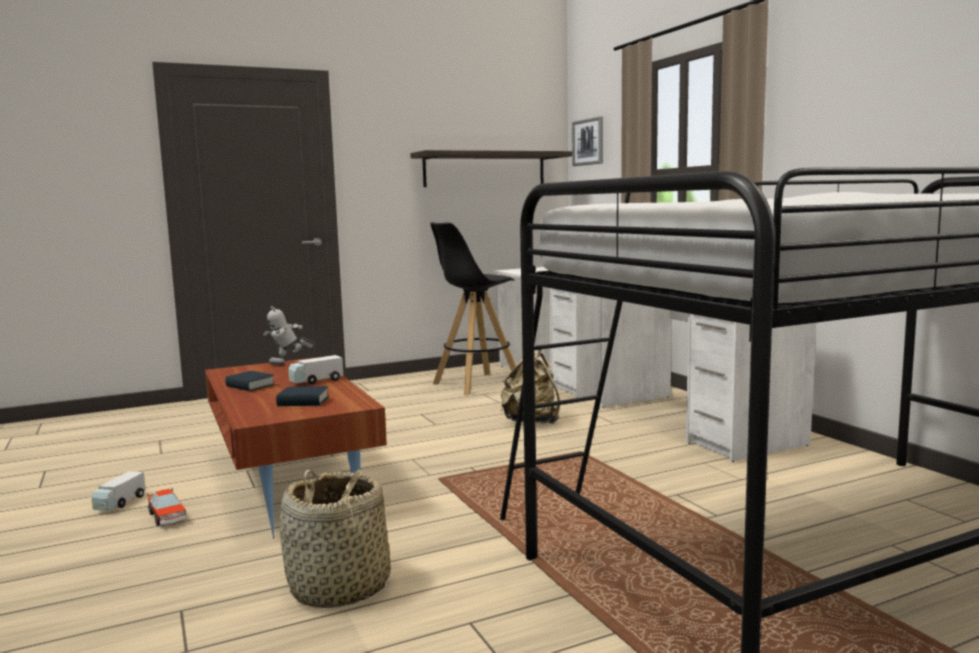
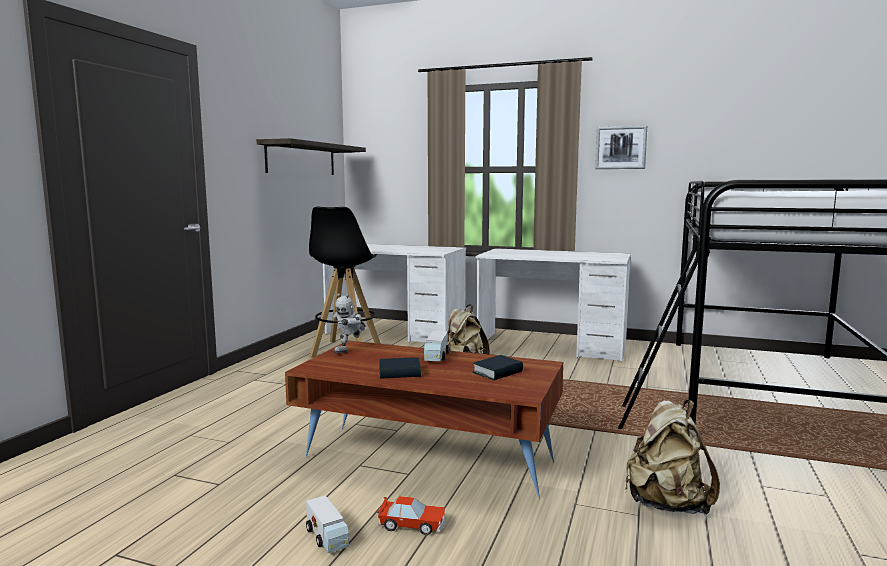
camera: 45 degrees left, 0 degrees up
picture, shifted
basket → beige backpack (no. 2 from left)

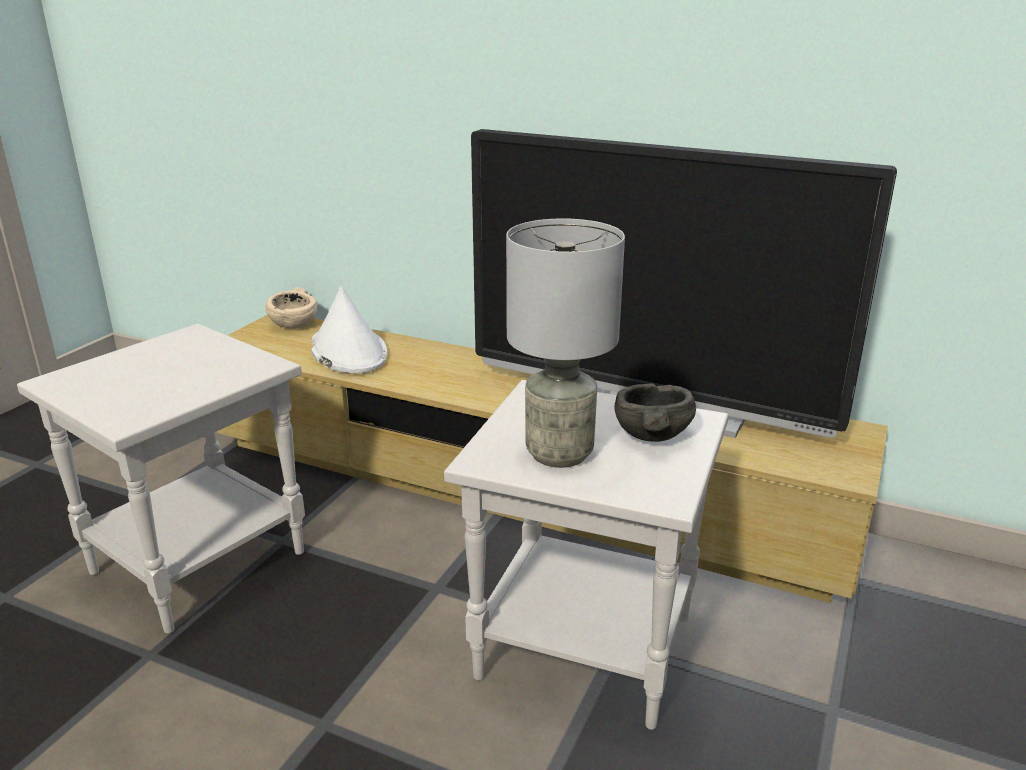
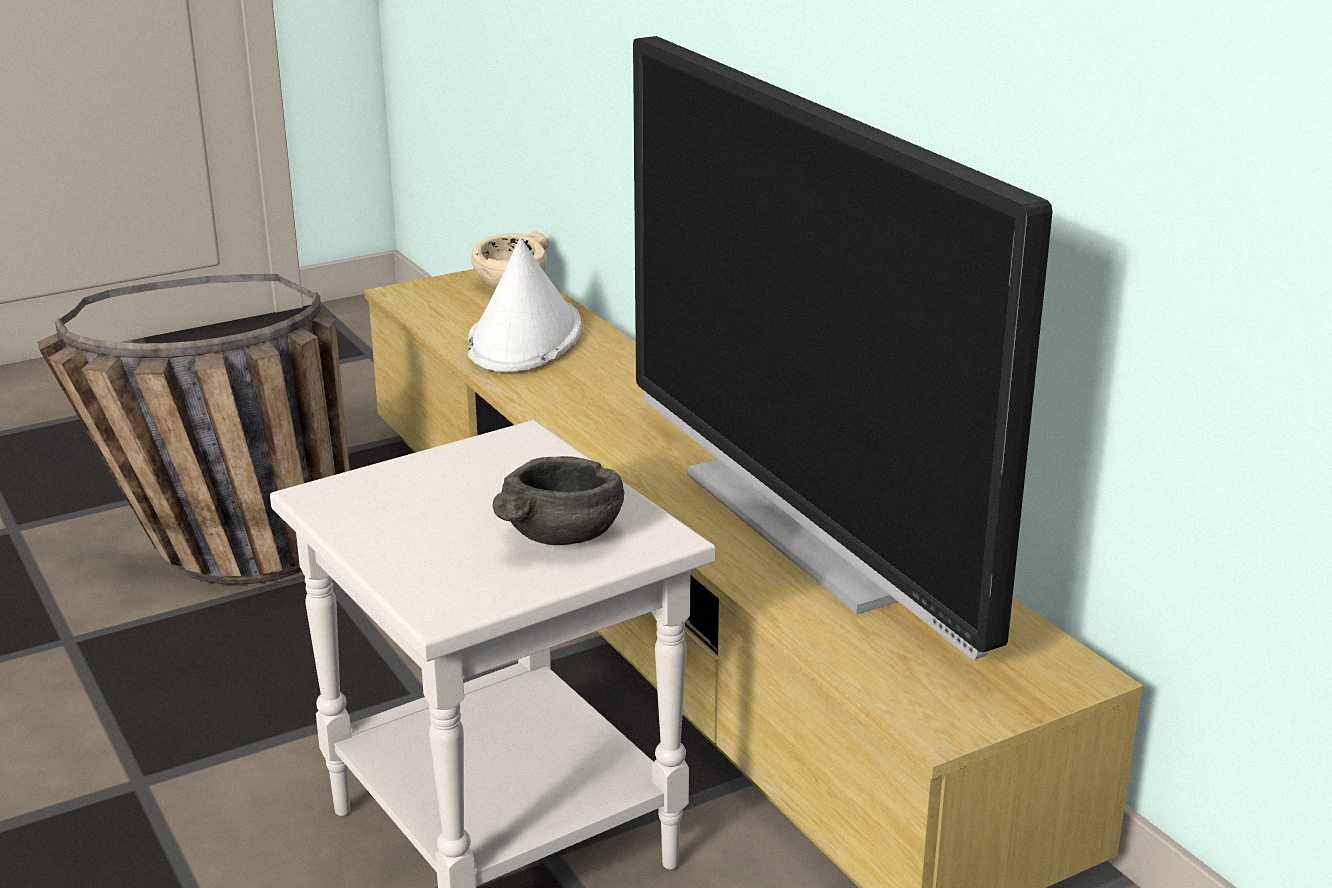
camera: 35 degrees right, 0 degrees up
grey table lamp → -
white side table (no. 1 from left) → basket

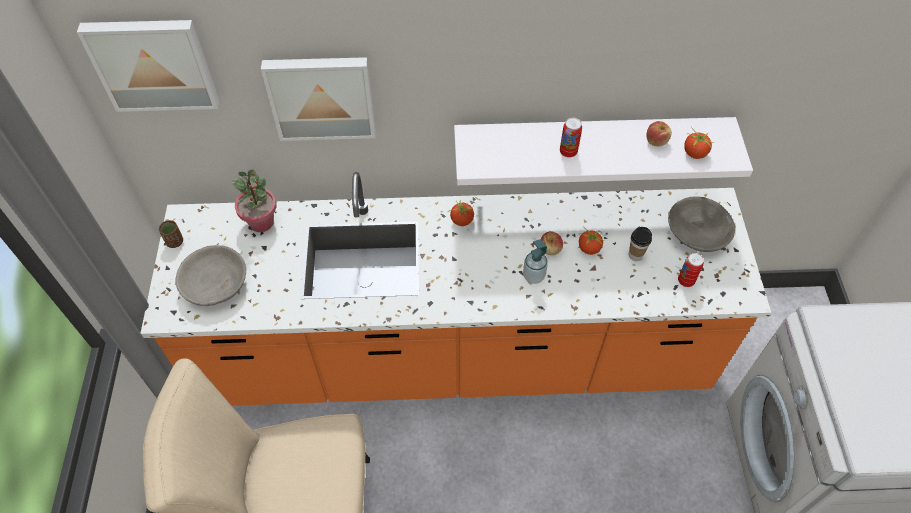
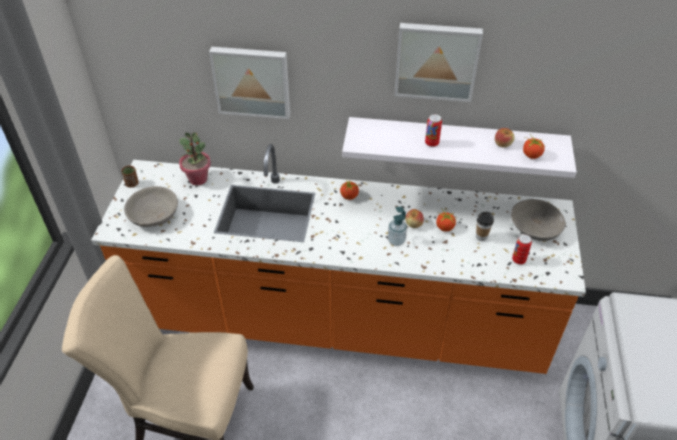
camera: 10 degrees right, 10 degrees down
picture (no. 1 from left in the first image) → picture (no. 2 from left), shifted

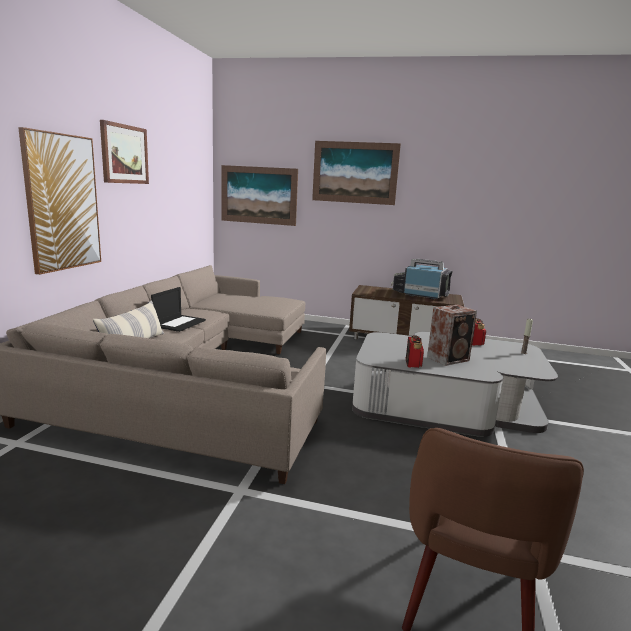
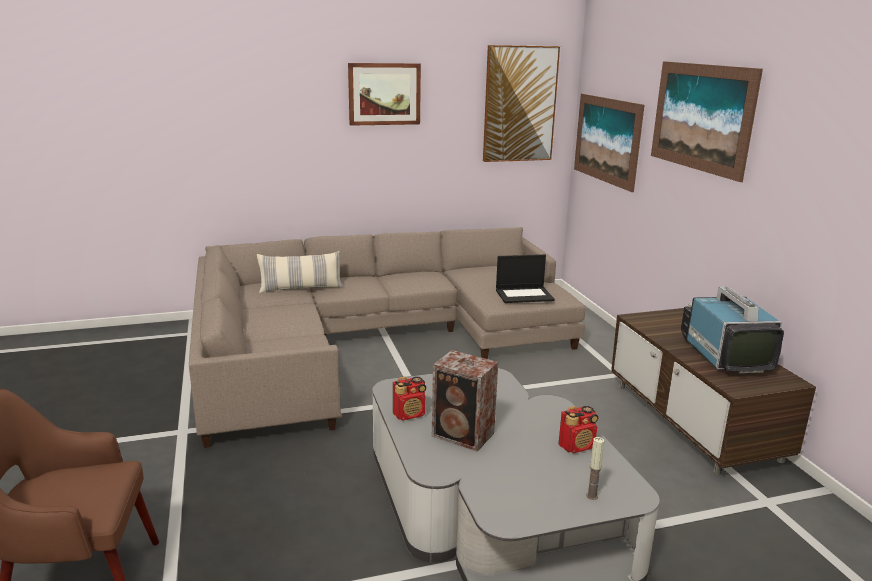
camera: 60 degrees right, 5 degrees up
picture (no. 1 from left in the first image) → picture (no. 2 from left), shifted
laptop, shifted

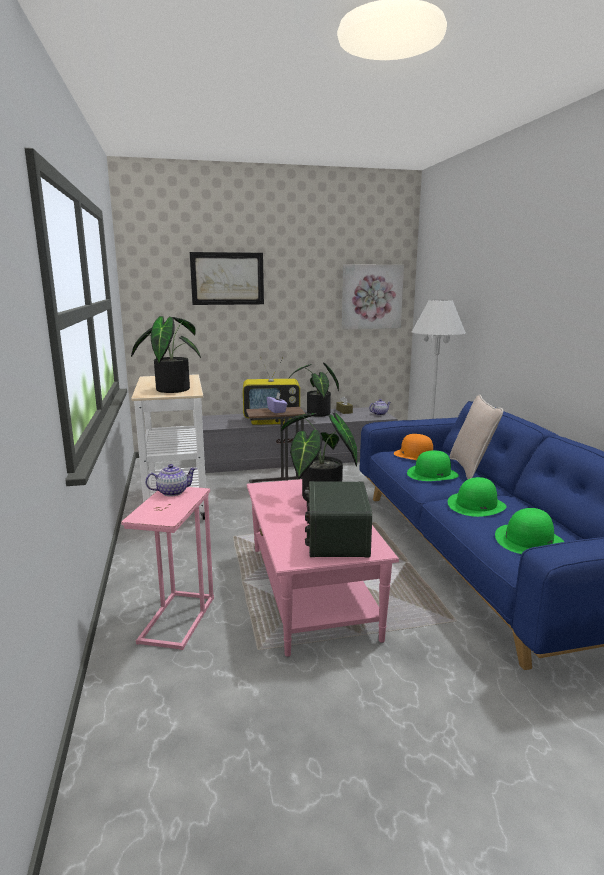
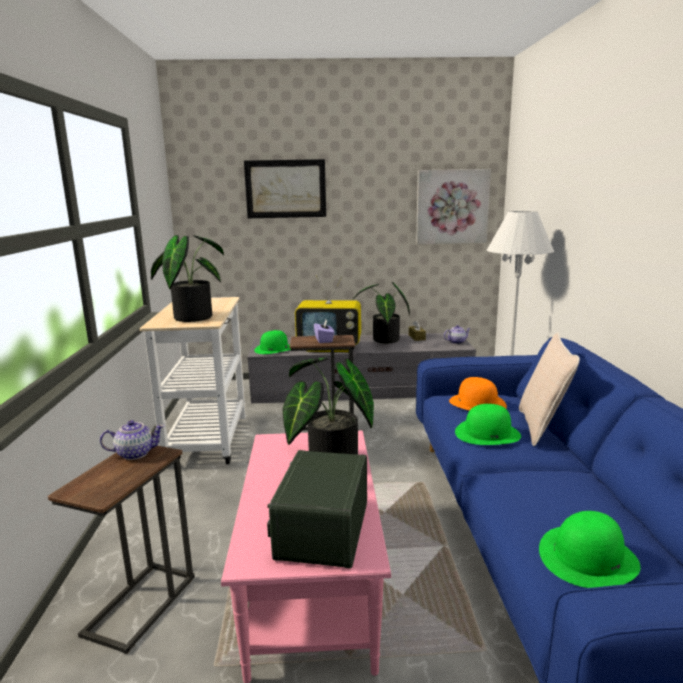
camera: 10 degrees right, 0 degrees up
green hat (no. 2 from left in the first image) → green hat (no. 1 from left), shifted
pink side table → brown side table (no. 1 from left)

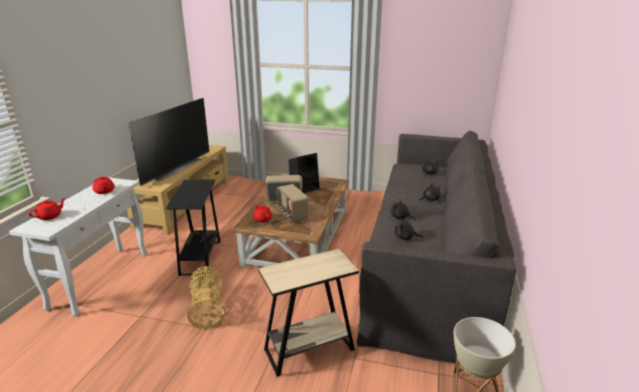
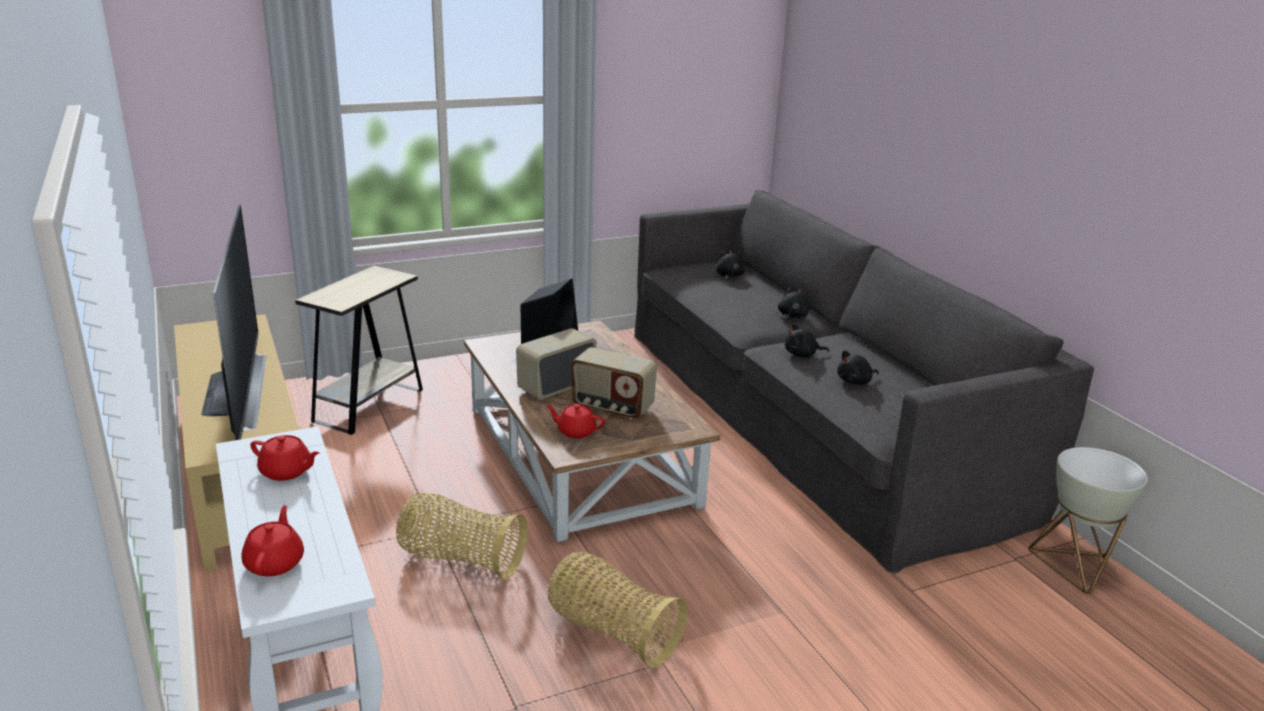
camera: 40 degrees left, 0 degrees up
black side table → basket (no. 1 from left)
beige side table, shifted

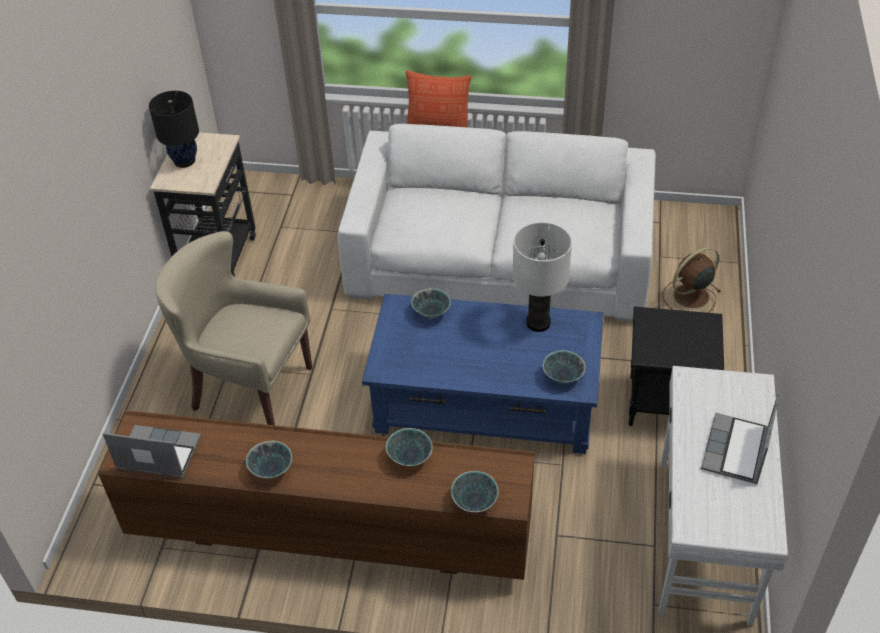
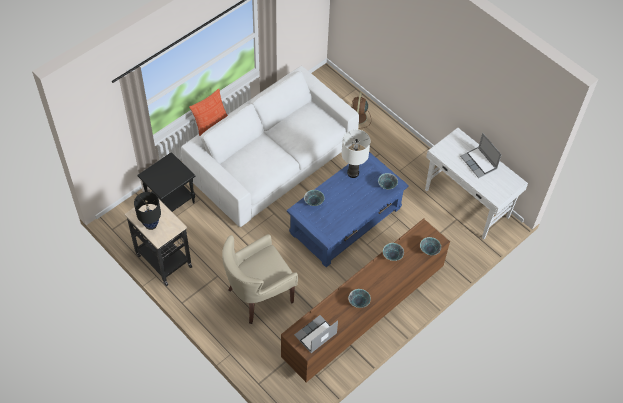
camera: 55 degrees left, 10 degrees up
black side table, shifted

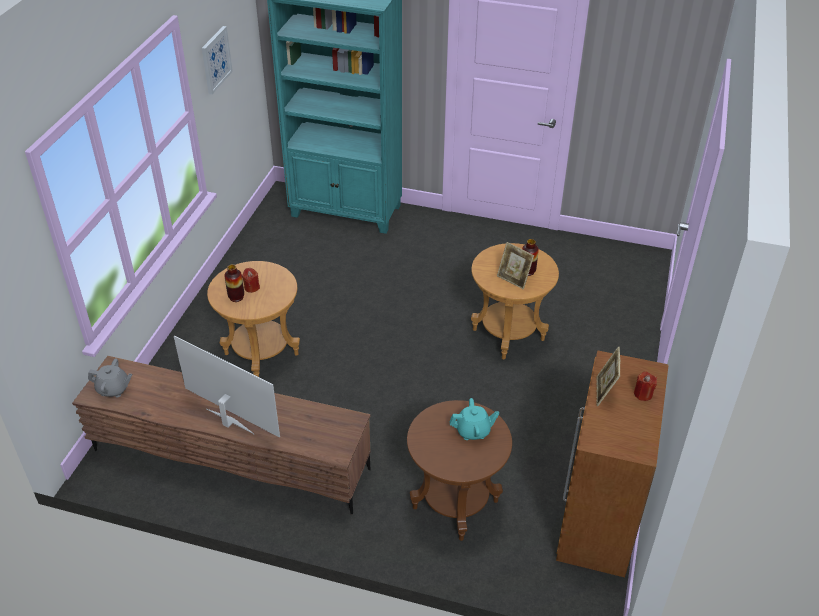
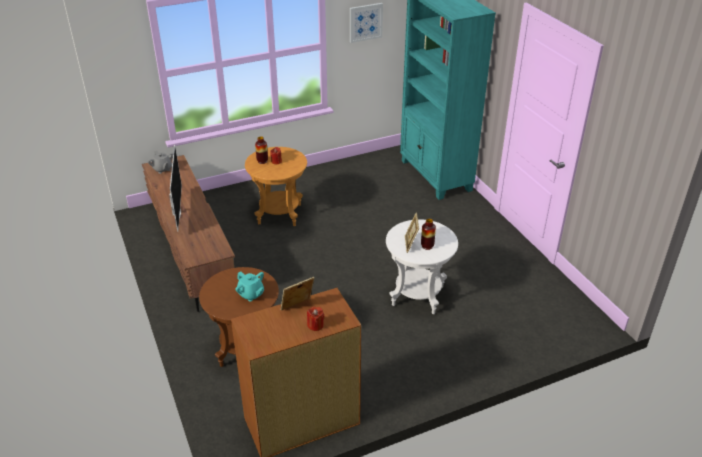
camera: 50 degrees right, 5 degrees down
brown side table (no. 3 from left) → white side table

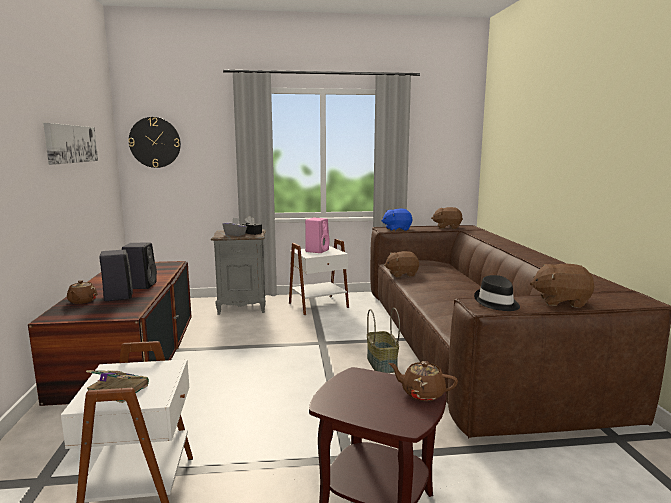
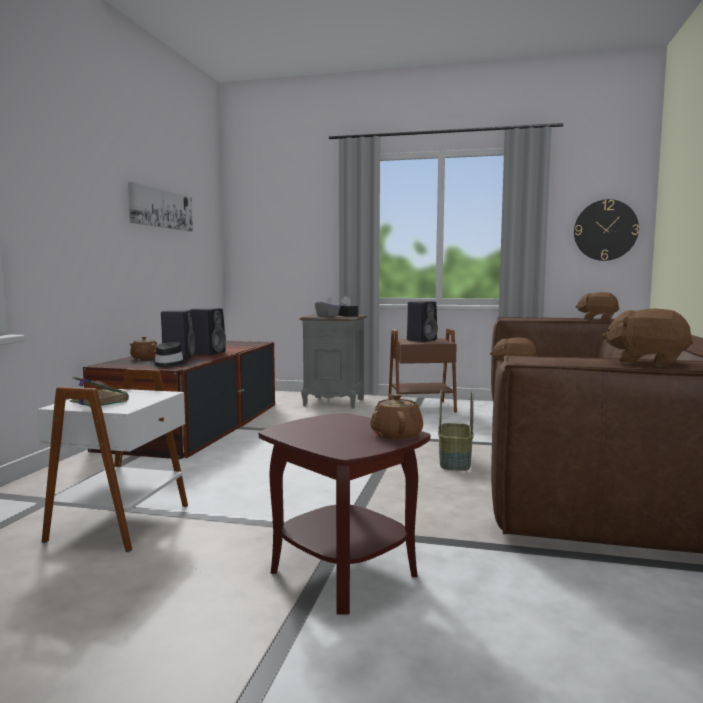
camera: 20 degrees right, 5 degrees down
wall clock, shifted
blue plush toy → -
pink speaker → black speaker (no. 3 from left)
white side table (no. 2 from left) → brown side table (no. 2 from left)
black hat, shifted
brown teapot (no. 2 from left), 45 degrees clockwise

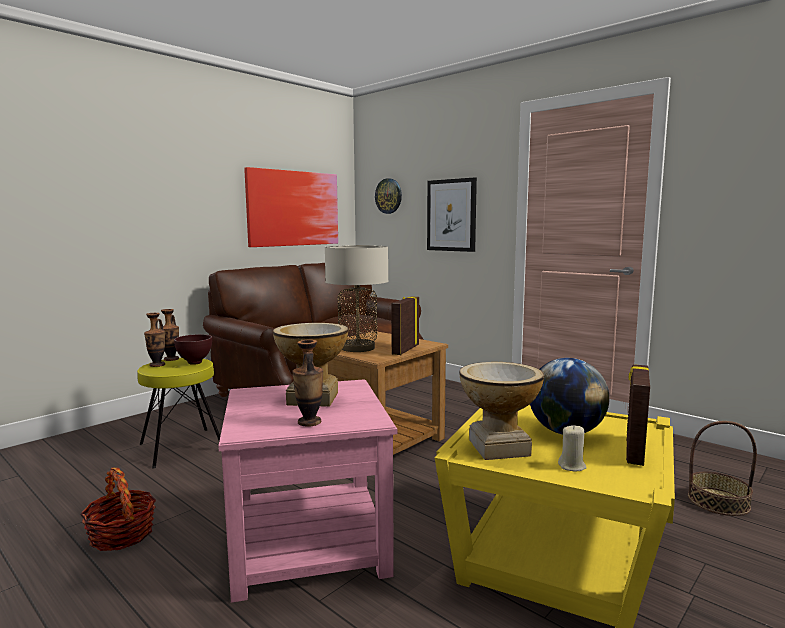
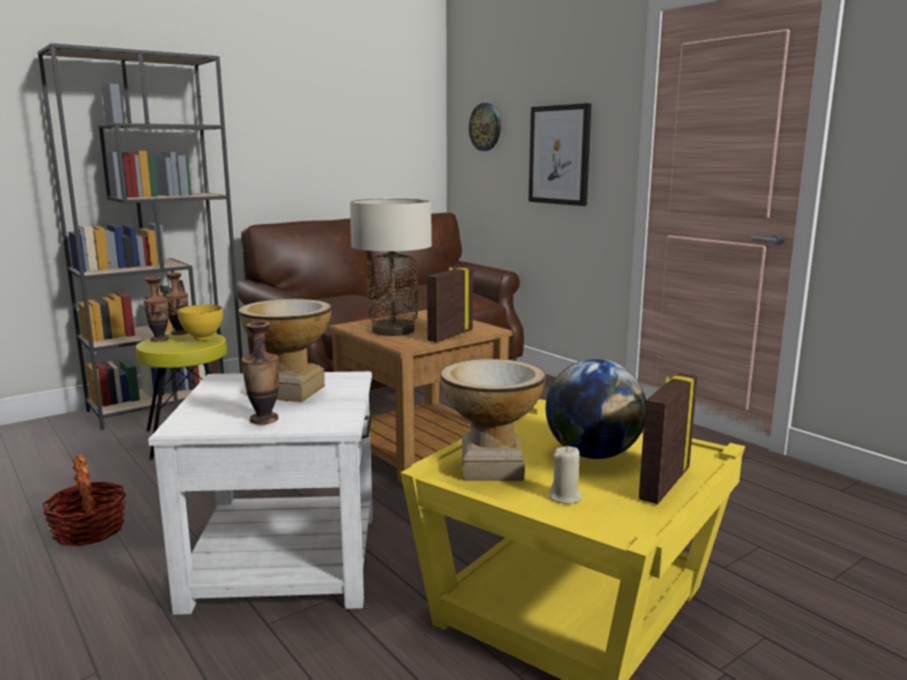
camera: 10 degrees right, 5 degrees up
picture (no. 1 from left) → -
brown bowl → yellow bowl
pink side table → white side table
basket (no. 2 from left) → -
- → bookcase

